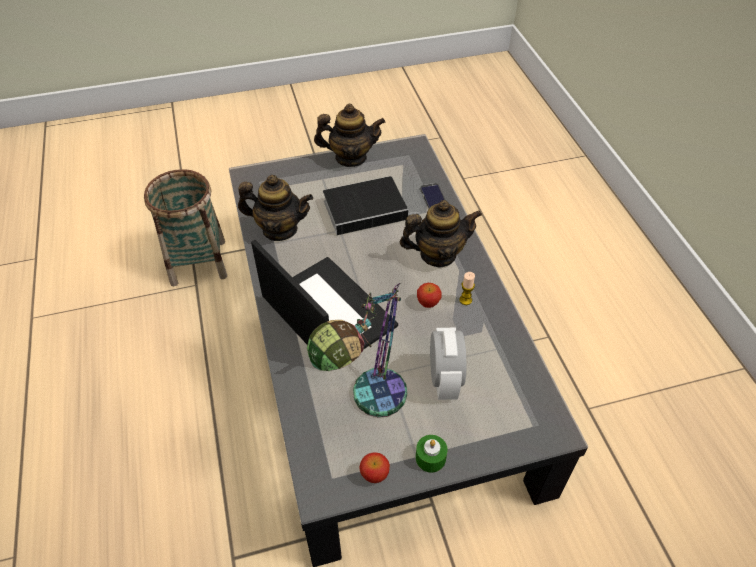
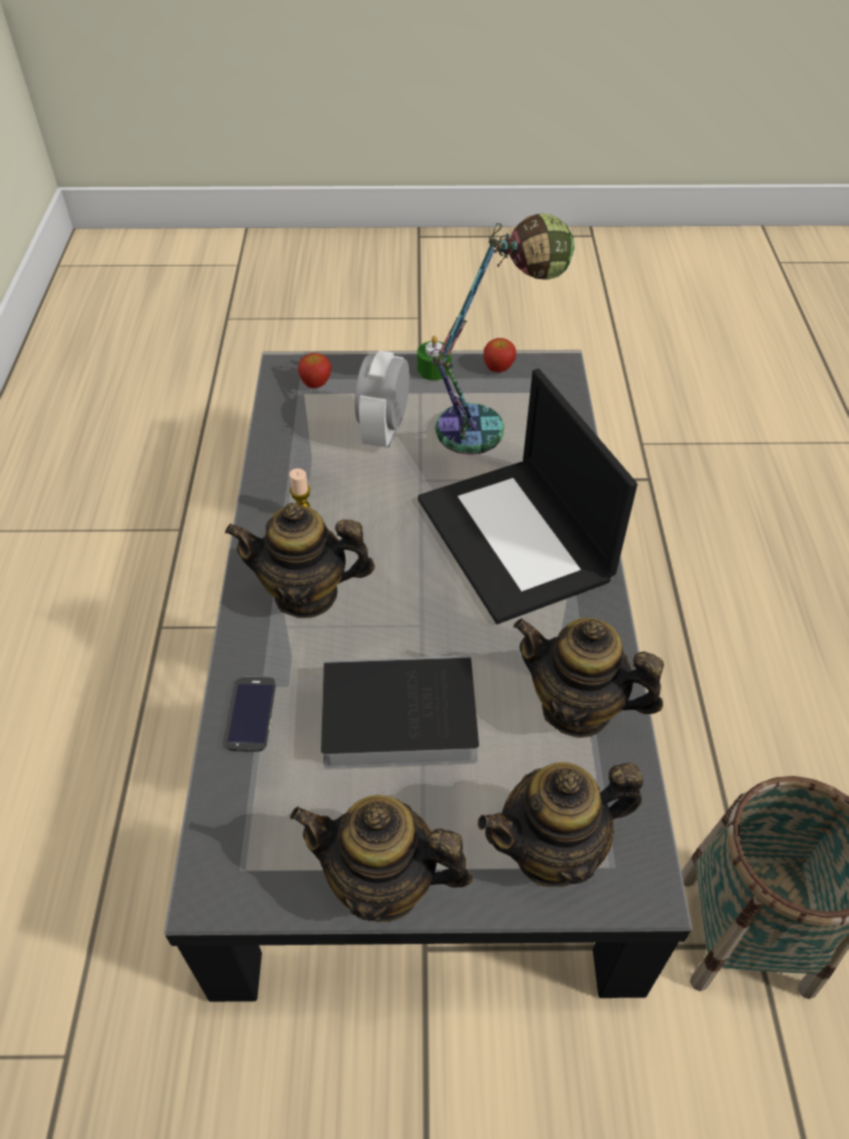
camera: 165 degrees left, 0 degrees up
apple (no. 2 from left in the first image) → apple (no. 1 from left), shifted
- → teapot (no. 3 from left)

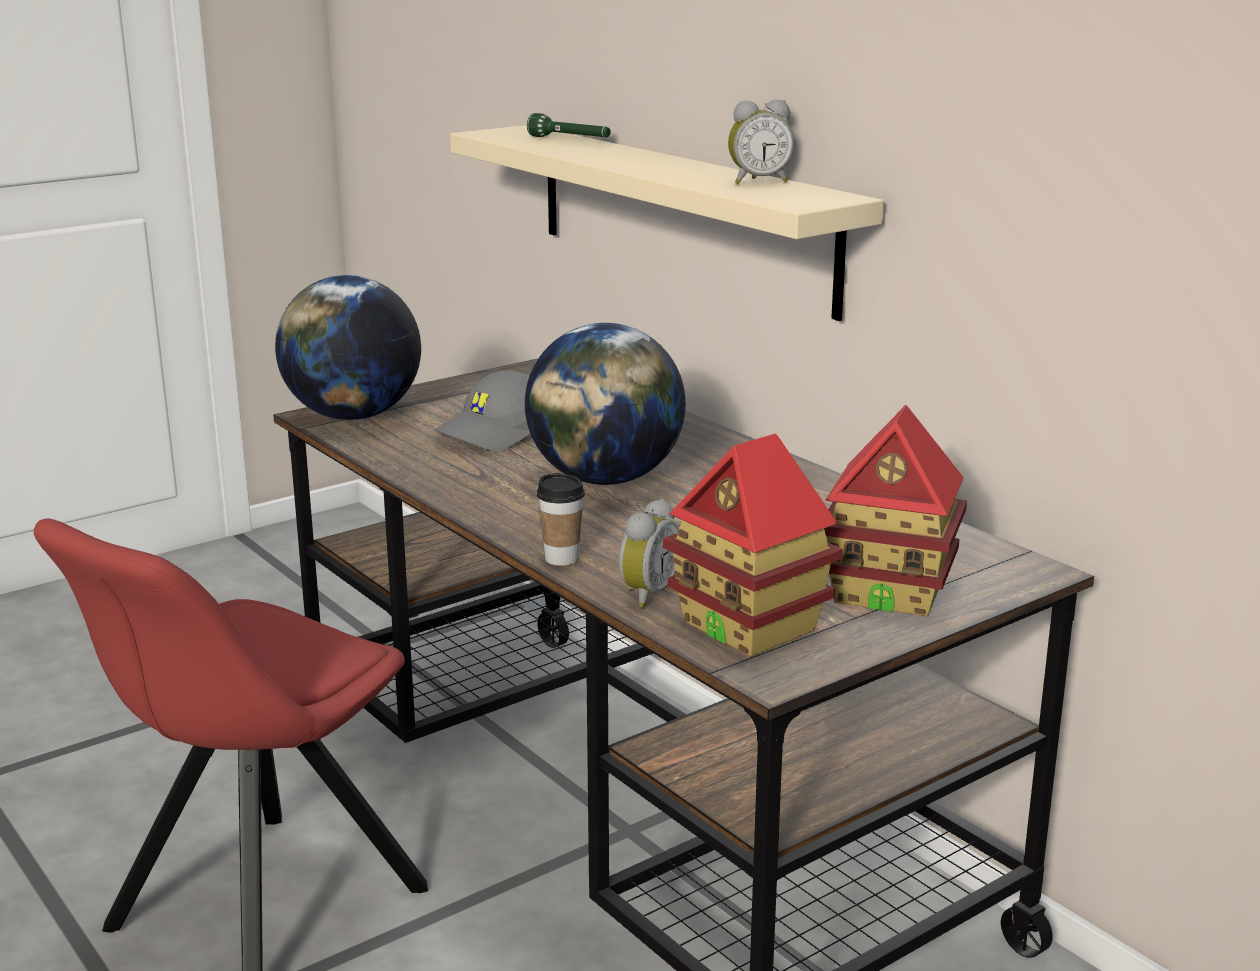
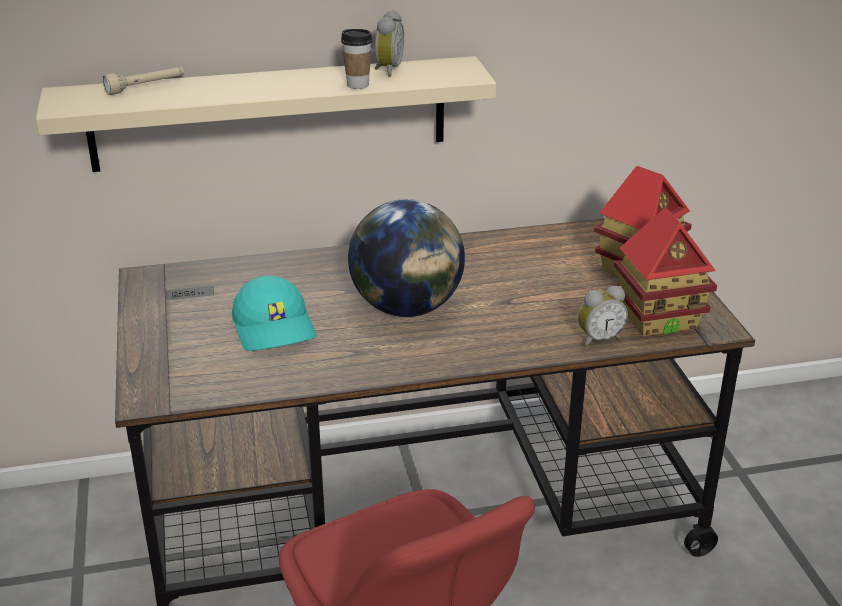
camera: 65 degrees left, 10 degrees up
green flashlight → beige flashlight
globe (no. 1 from left) → -
grey cap → turquoise cap
cup, shifted
alarm clock (no. 1 from left in the first image) → alarm clock (no. 2 from left), 105 degrees clockwise

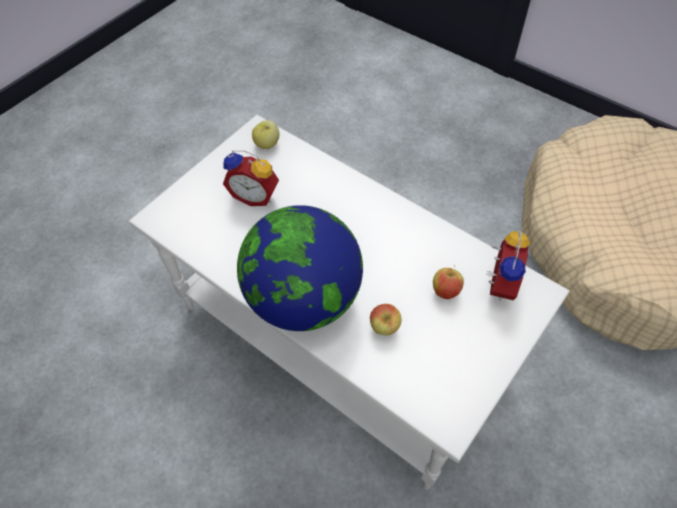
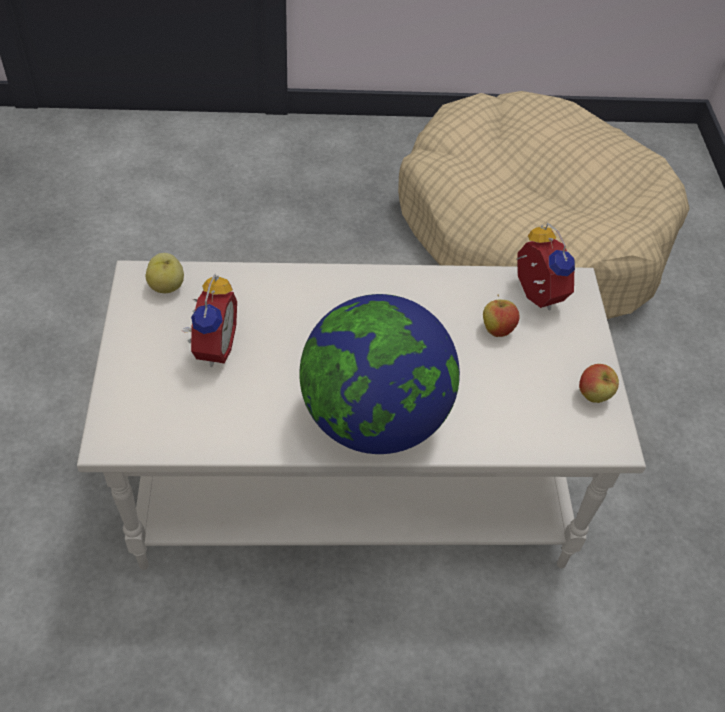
camera: 45 degrees left, 5 degrees down
alarm clock (no. 1 from left), 60 degrees counterclockwise
apple (no. 2 from left in the first image) → apple (no. 3 from left), shifted

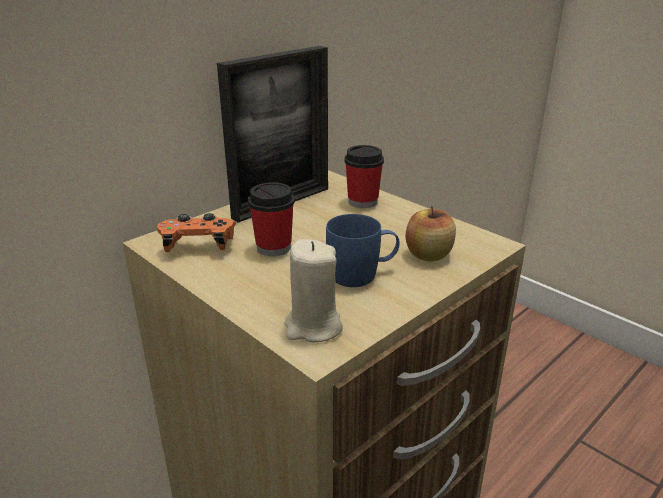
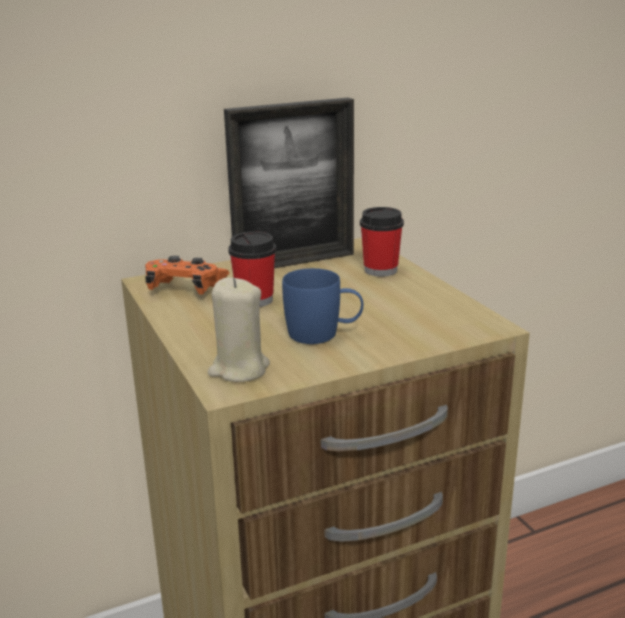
camera: 20 degrees right, 5 degrees down
apple → -

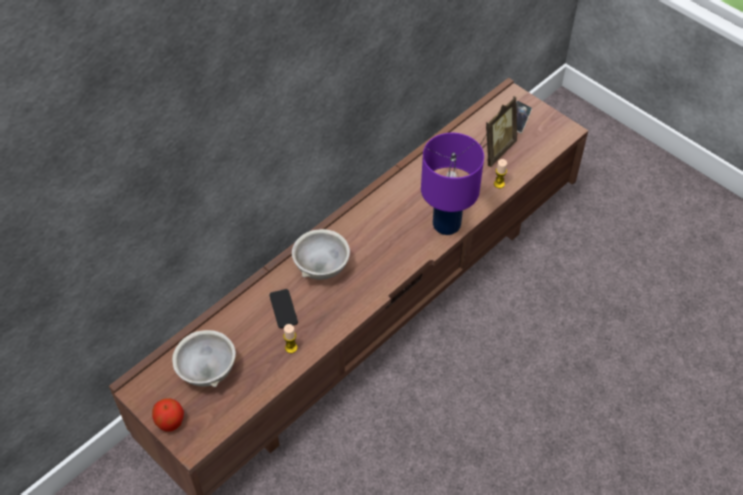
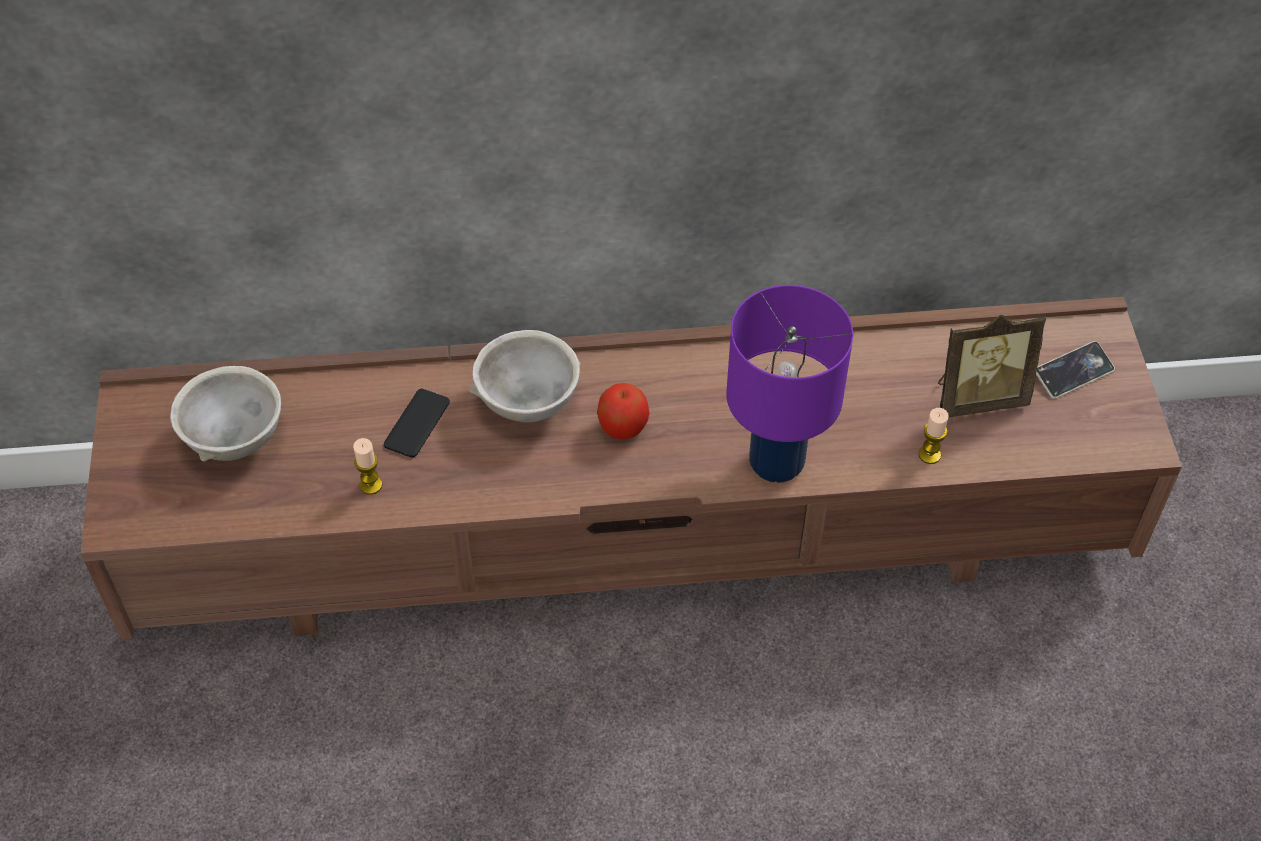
camera: 40 degrees right, 0 degrees up
apple, shifted

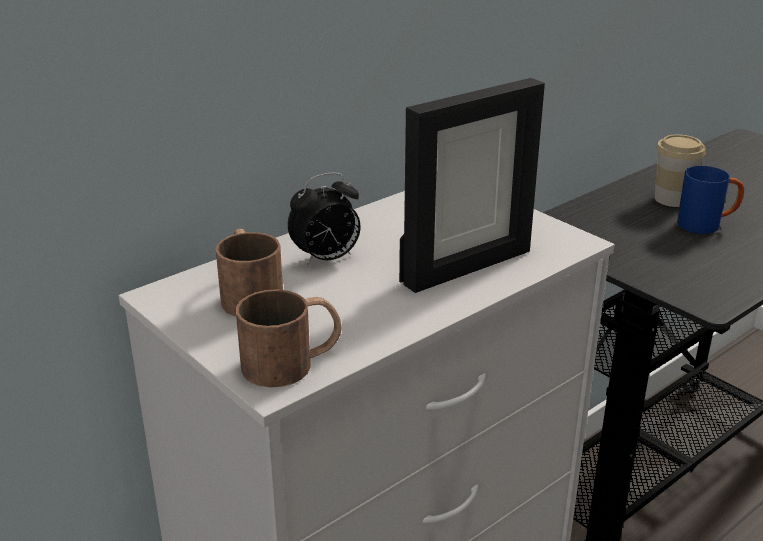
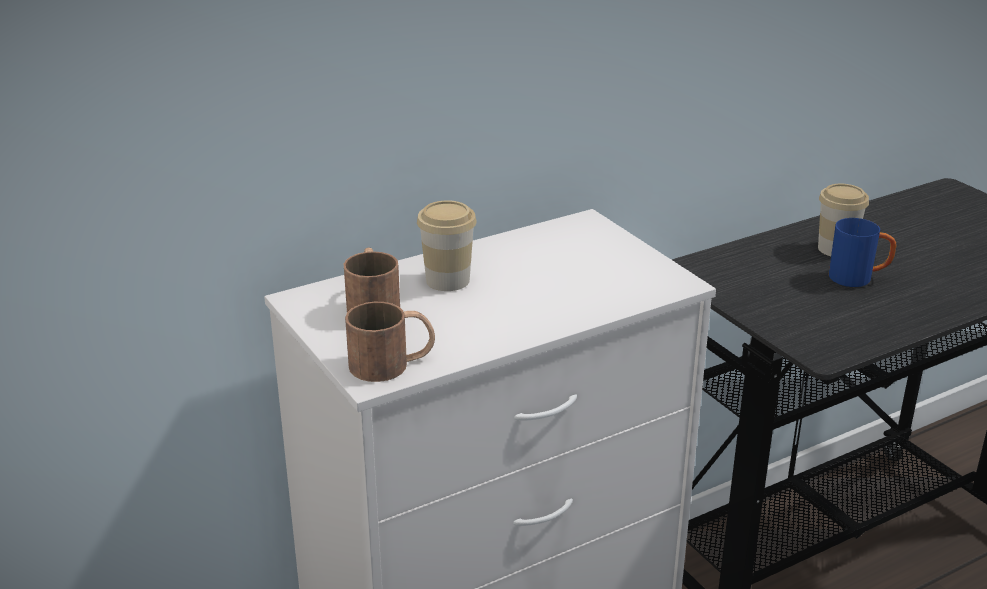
camera: 10 degrees right, 0 degrees up
picture frame → -
alarm clock → cup (no. 1 from left)

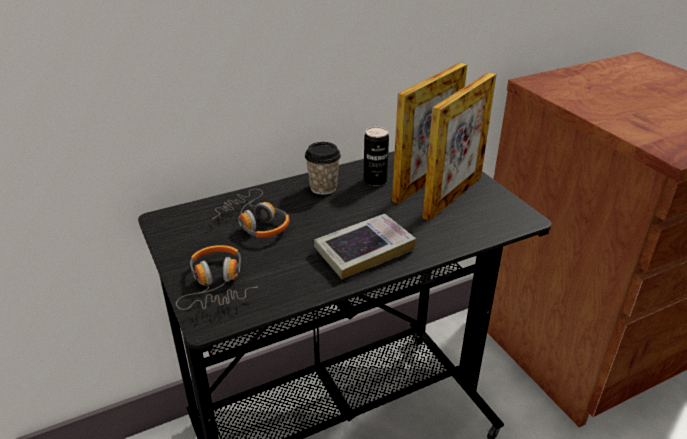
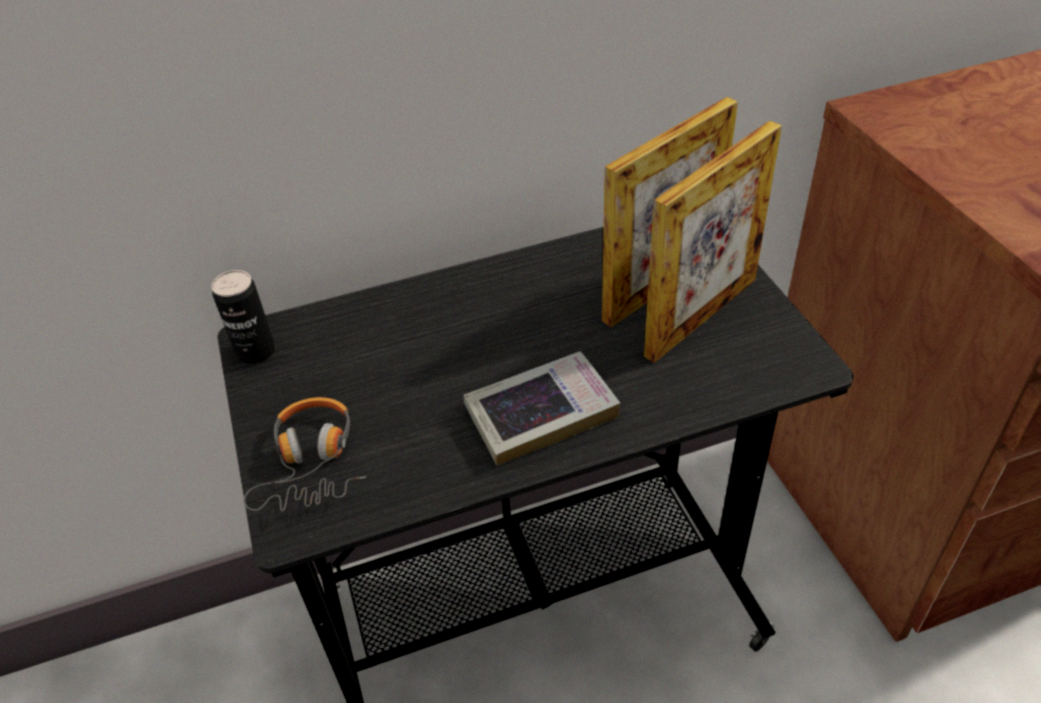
camera: 10 degrees right, 10 degrees up
can, shifted
cup → -
headphones (no. 2 from left) → -

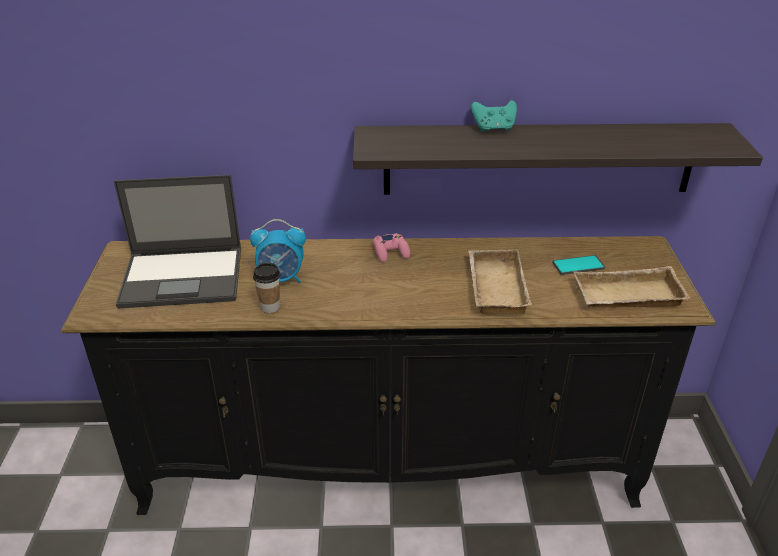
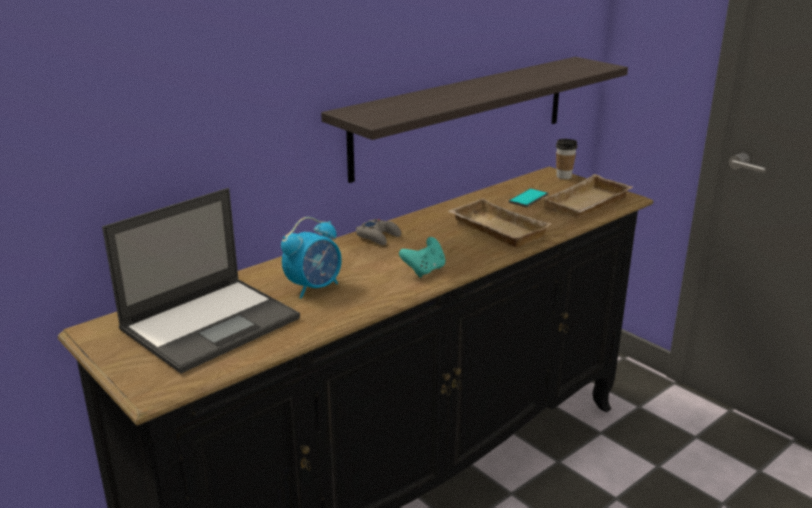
camera: 40 degrees left, 10 degrees down
turquoise game controller, shifted
pink game controller → grey game controller
cup, shifted

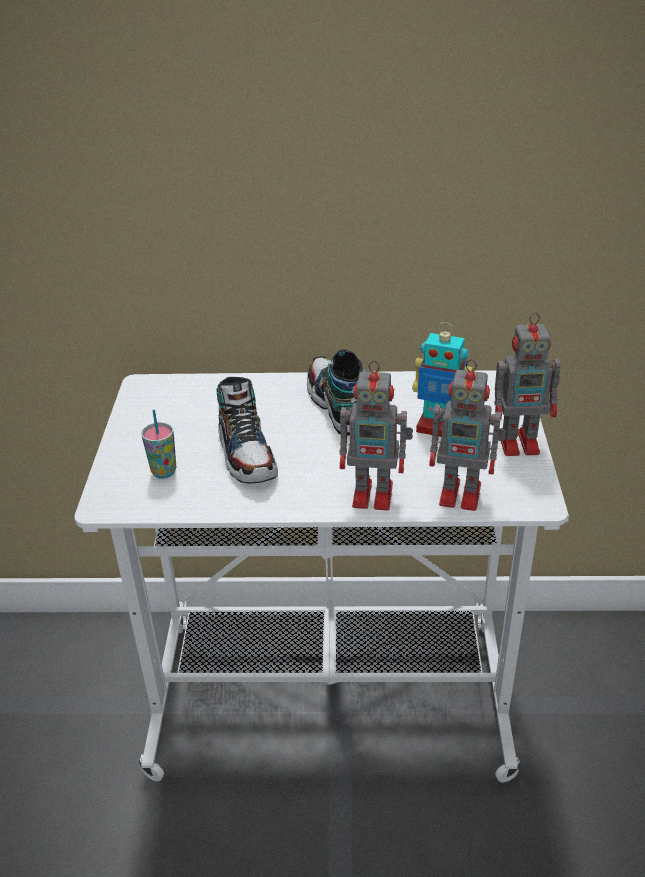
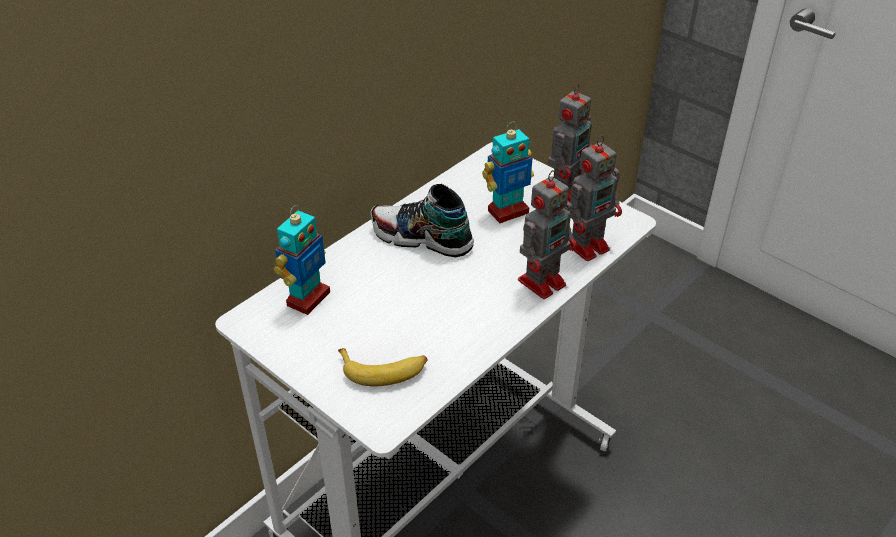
camera: 50 degrees left, 5 degrees up
shoe (no. 1 from left) → -
cup → banana
- → toy robot (no. 1 from left)

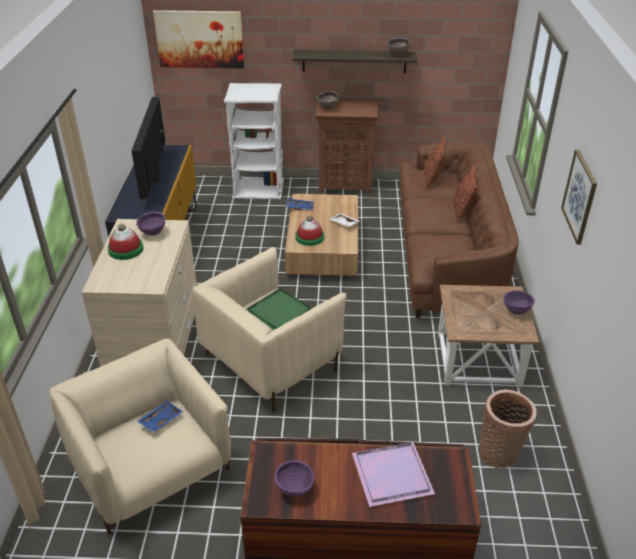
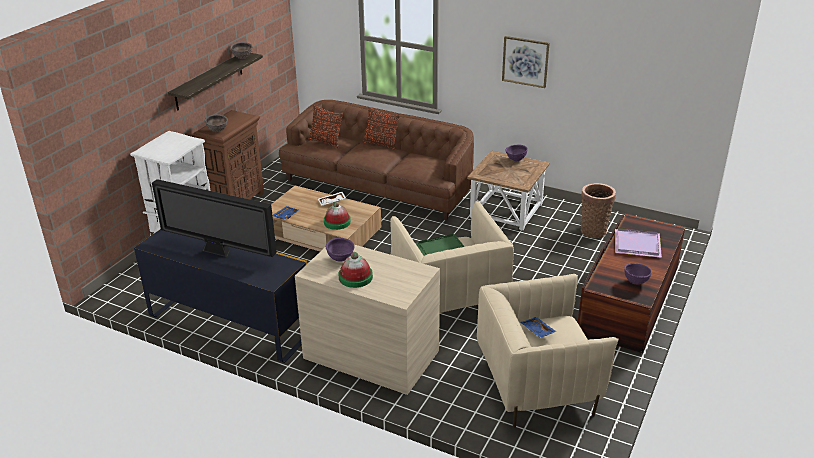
camera: 65 degrees left, 5 degrees down
picture (no. 1 from left) → -

